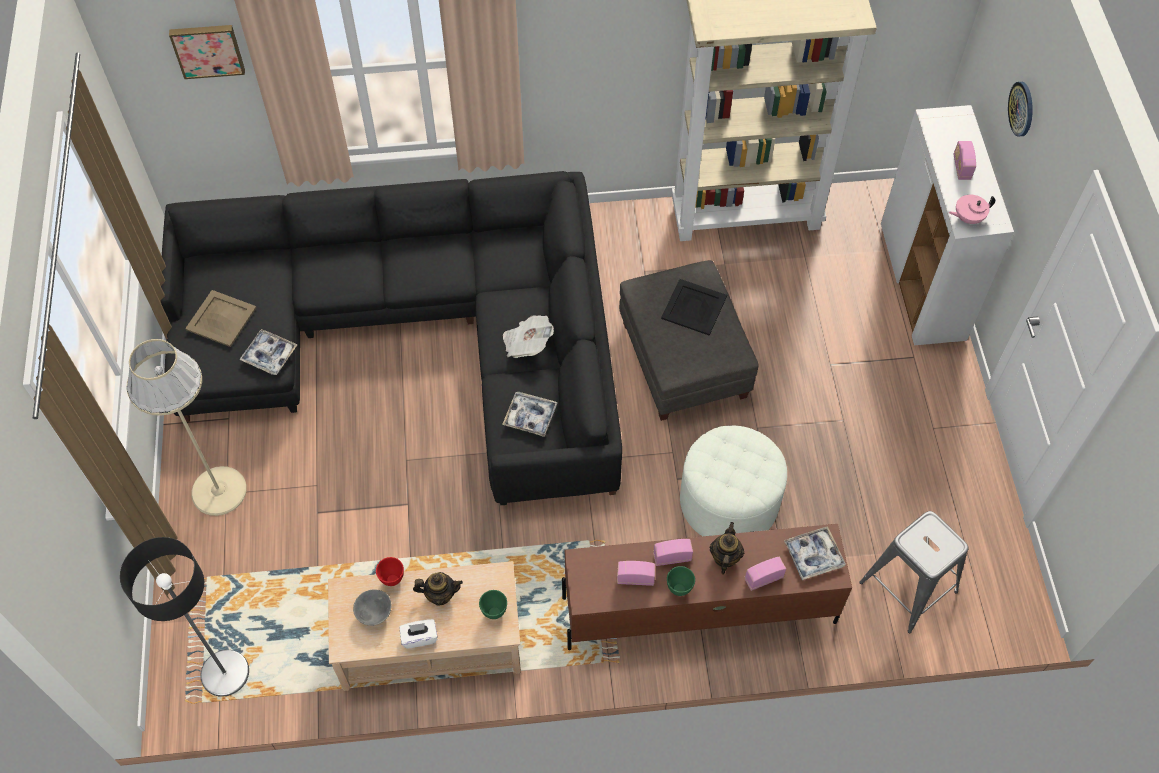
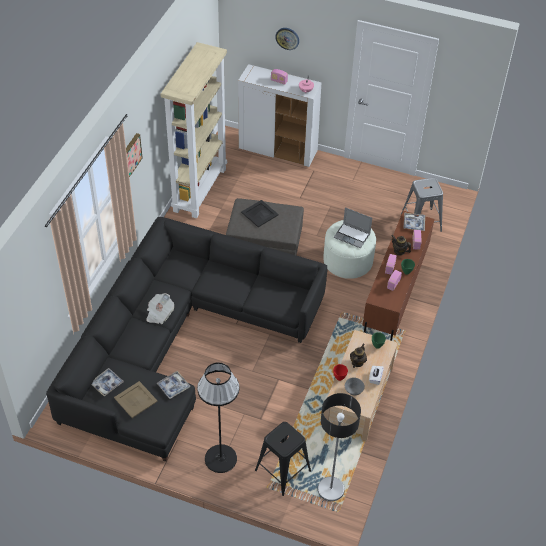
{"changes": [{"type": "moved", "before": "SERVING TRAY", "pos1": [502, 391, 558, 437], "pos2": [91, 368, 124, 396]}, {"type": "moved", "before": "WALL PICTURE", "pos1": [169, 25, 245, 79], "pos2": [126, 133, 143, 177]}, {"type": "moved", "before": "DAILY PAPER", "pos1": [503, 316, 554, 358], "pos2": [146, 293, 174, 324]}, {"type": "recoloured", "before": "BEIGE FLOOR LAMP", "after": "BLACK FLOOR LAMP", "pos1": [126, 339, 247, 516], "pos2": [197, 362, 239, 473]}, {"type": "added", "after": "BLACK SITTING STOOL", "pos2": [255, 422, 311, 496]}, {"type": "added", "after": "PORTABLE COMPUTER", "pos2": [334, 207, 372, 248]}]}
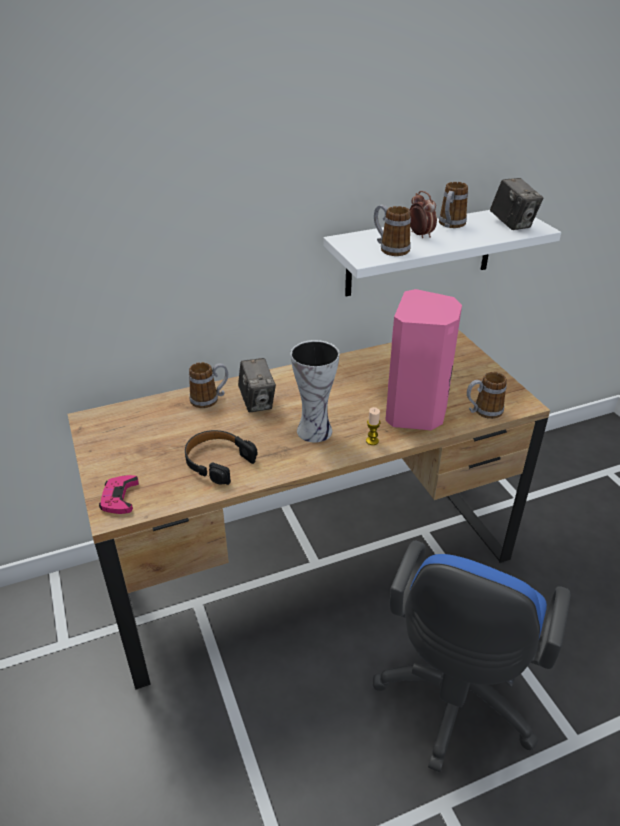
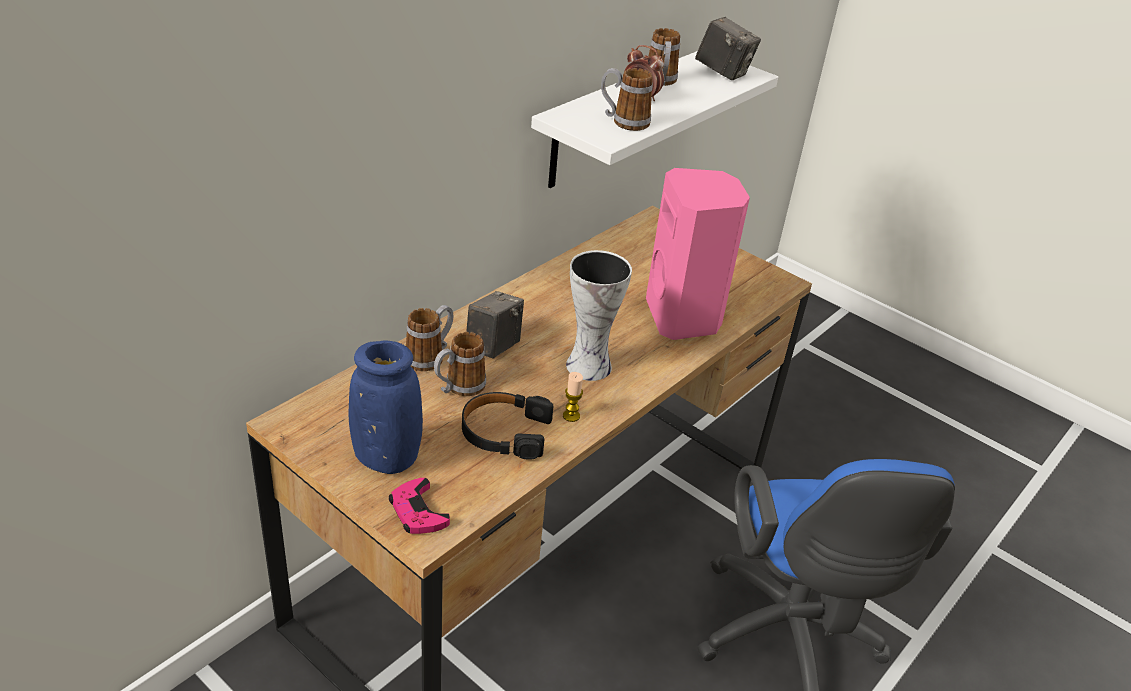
{"changes": [{"type": "added", "after": "BLUE-COLOURED DECORATIVE VASE", "pos2": [349, 341, 423, 474]}, {"type": "moved", "before": "COFFEE MUG", "pos1": [467, 372, 507, 419], "pos2": [434, 332, 486, 396]}, {"type": "turned", "before": "STILL CAMERA", "pos1": [238, 358, 276, 413], "pos2": [466, 291, 524, 358], "turn": -105}, {"type": "moved", "before": "WAX LIGHT", "pos1": [366, 407, 380, 445], "pos2": [563, 372, 583, 422]}]}
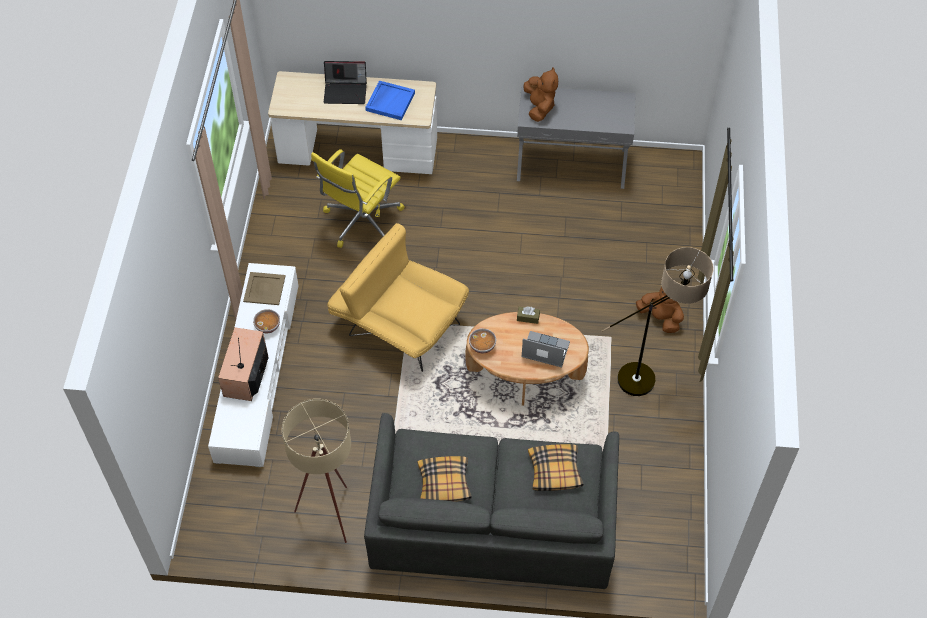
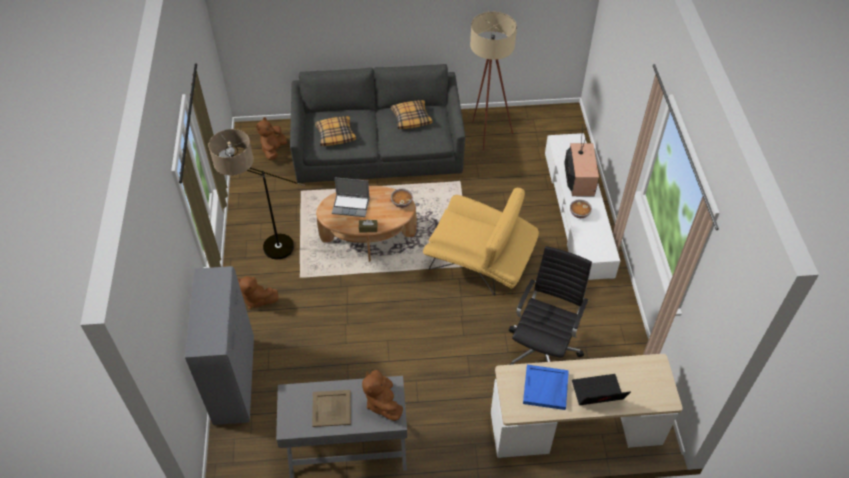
{"changes": [{"type": "added", "after": "GREYISH STORAGE CABINET", "pos2": [185, 266, 254, 425]}, {"type": "added", "after": "BROWN-COLOURED SOFT TOY", "pos2": [256, 117, 287, 160]}, {"type": "moved", "before": "BEIGE SERVING TRAY", "pos1": [243, 272, 285, 305], "pos2": [312, 390, 351, 427]}, {"type": "recoloured", "before": "YELLOW-COLOURED COMPUTER CHAIR", "after": "BLACK COMPUTER CHAIR", "pos1": [311, 149, 405, 248], "pos2": [509, 246, 592, 365]}]}
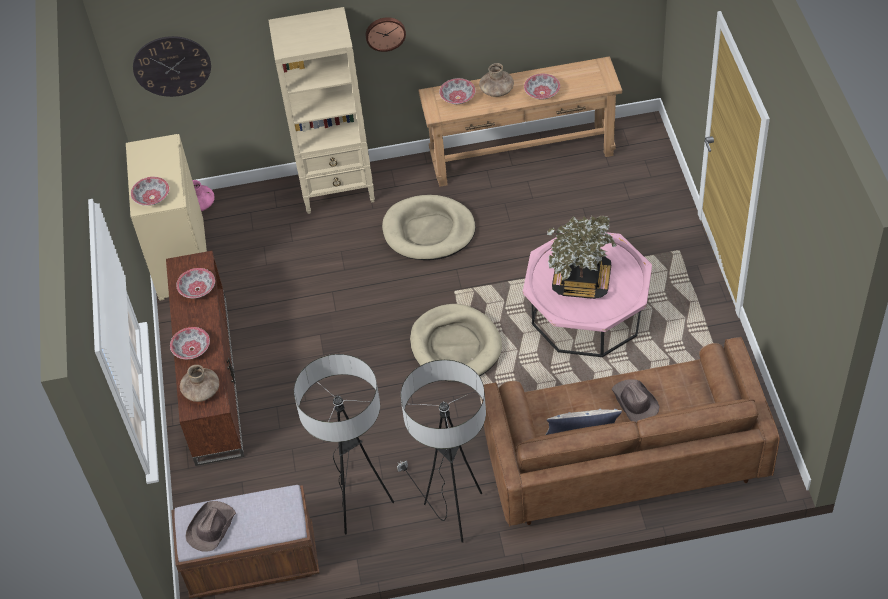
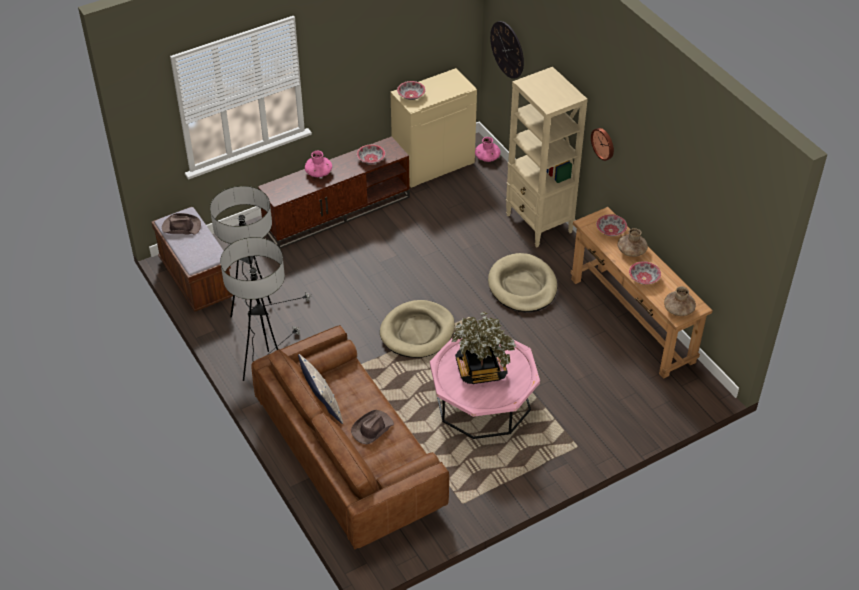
{"changes": [{"type": "replaced", "before": "SERVING BOWL", "after": "PINK DECORATIVE VASE", "pos1": [170, 327, 210, 359], "pos2": [305, 151, 332, 177]}, {"type": "moved", "before": "BROWN-COLOURED DECORATIVE VASE", "pos1": [180, 365, 219, 402], "pos2": [664, 286, 696, 316]}]}
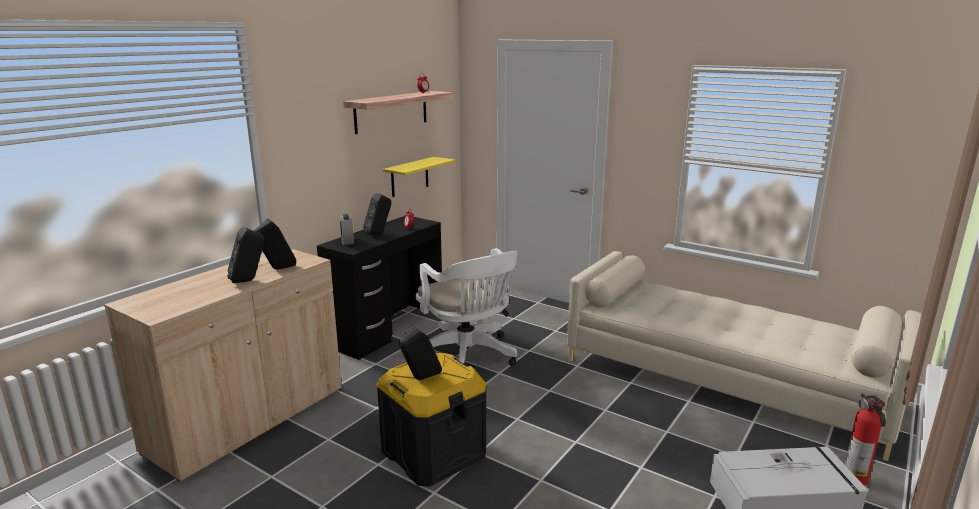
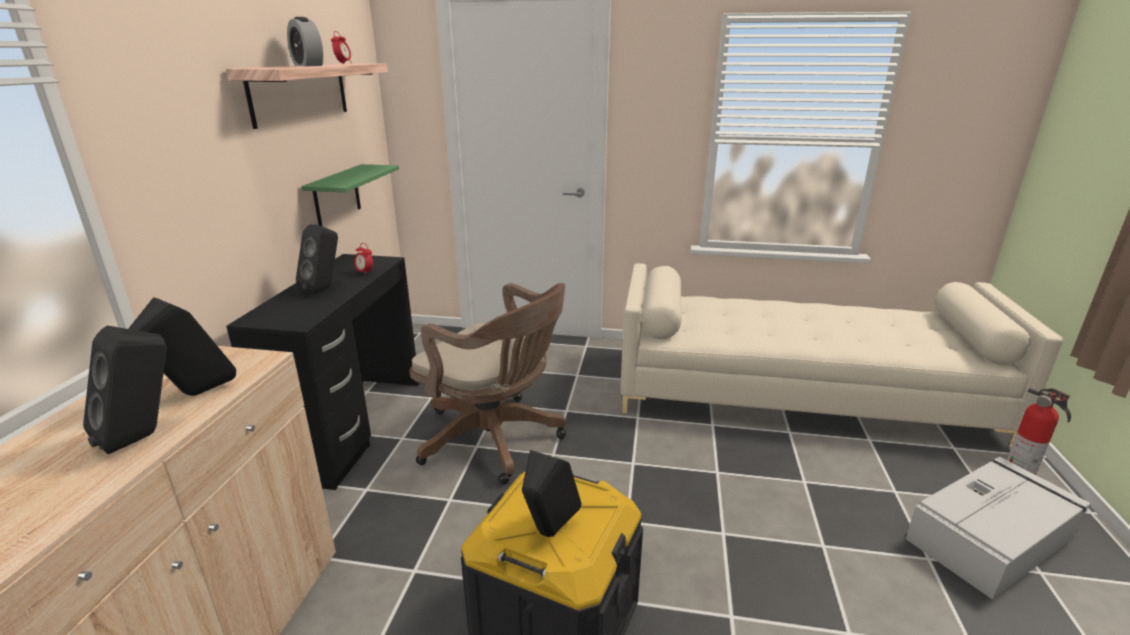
{"changes": [{"type": "moved", "before": "ALARM CLOCK", "pos1": [340, 214, 354, 245], "pos2": [287, 17, 323, 66]}, {"type": "recoloured", "before": "YELLOW-COLOURED WALL SHELF", "after": "GREEN-COLOURED WALL SHELF", "pos1": [383, 157, 456, 197], "pos2": [301, 164, 399, 227]}, {"type": "recoloured", "before": "WHITE-COLOURED COMPUTER CHAIR", "after": "BROWN-COLOURED COMPUTER CHAIR", "pos1": [416, 248, 518, 366], "pos2": [409, 283, 566, 485]}]}
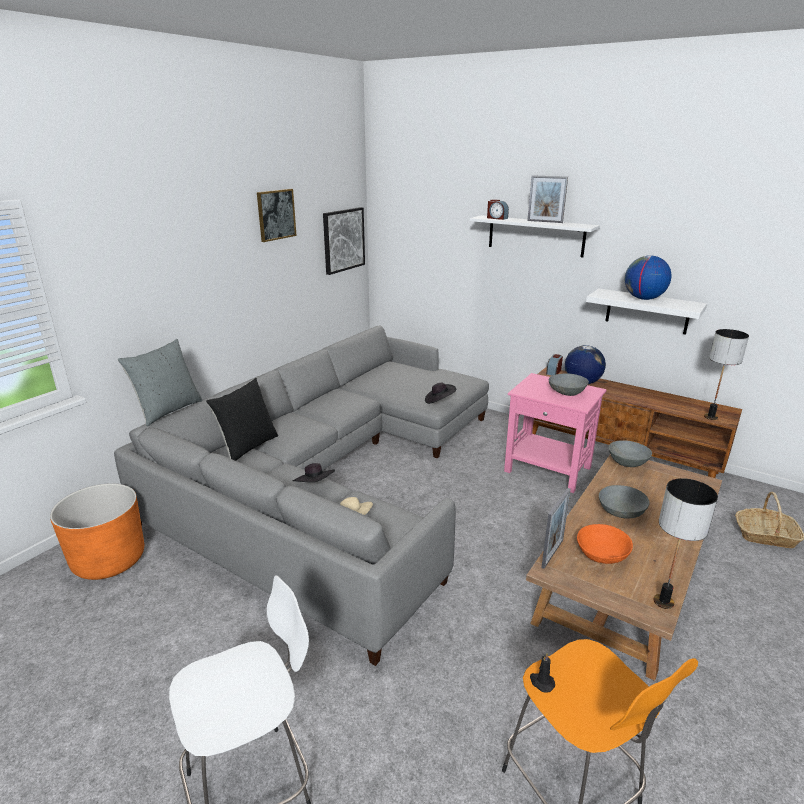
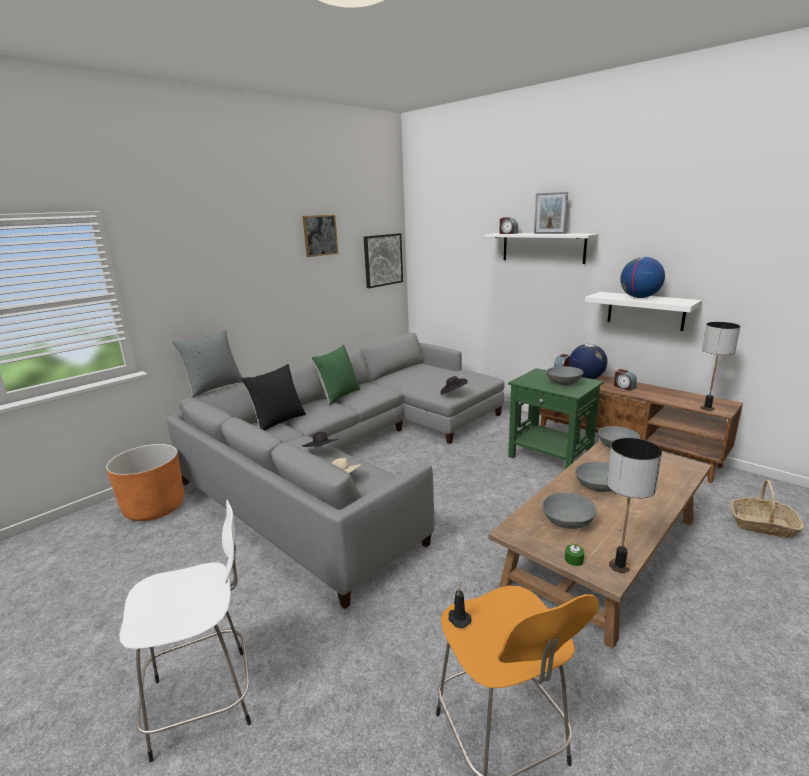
{"changes": [{"type": "added", "after": "GREEN-COLOURED CUSHION", "pos2": [311, 345, 360, 405]}, {"type": "recoloured", "before": "PINK ACCENT TABLE", "after": "GREEN-COLOURED ACCENT TABLE", "pos1": [504, 373, 607, 493], "pos2": [508, 368, 604, 469]}, {"type": "recoloured", "before": "ORANGEY SERVING BOWL", "after": "GREYISH SERVING BOWL", "pos1": [577, 524, 633, 564], "pos2": [542, 493, 597, 529]}, {"type": "added", "after": "GREEN-COLOURED WAX LIGHT", "pos2": [565, 542, 585, 566]}, {"type": "added", "after": "ALARM CLOCK", "pos2": [614, 369, 637, 391]}, {"type": "removed", "before": "PICTURE FRAME", "pos1": [541, 488, 571, 569]}]}
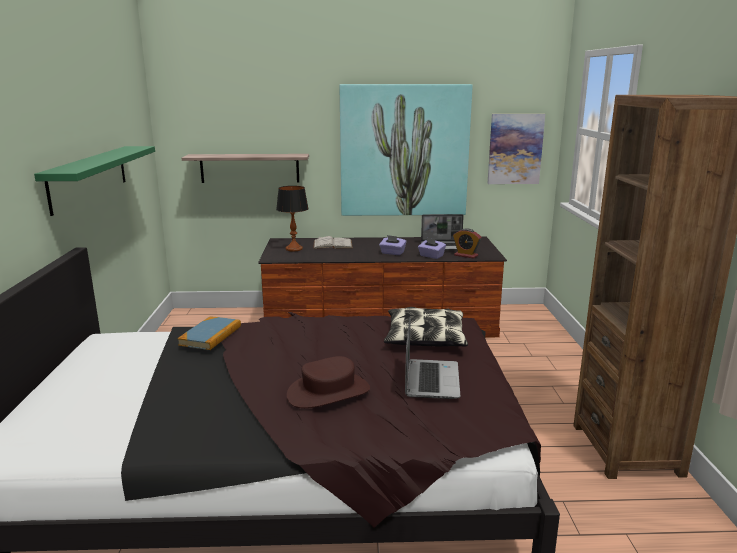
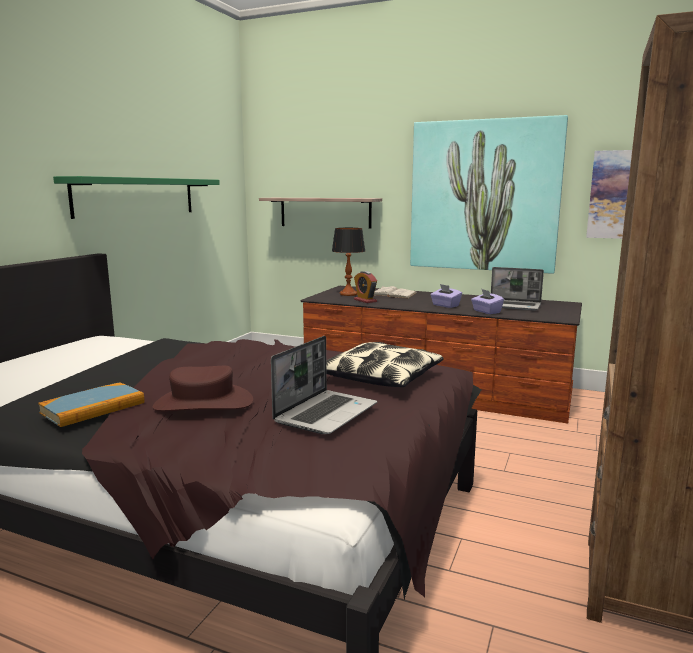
{"changes": [{"type": "moved", "before": "BOUND BOOK", "pos1": [177, 316, 241, 350], "pos2": [38, 382, 144, 427]}, {"type": "moved", "before": "ALARM CLOCK", "pos1": [453, 228, 481, 259], "pos2": [354, 271, 377, 303]}]}
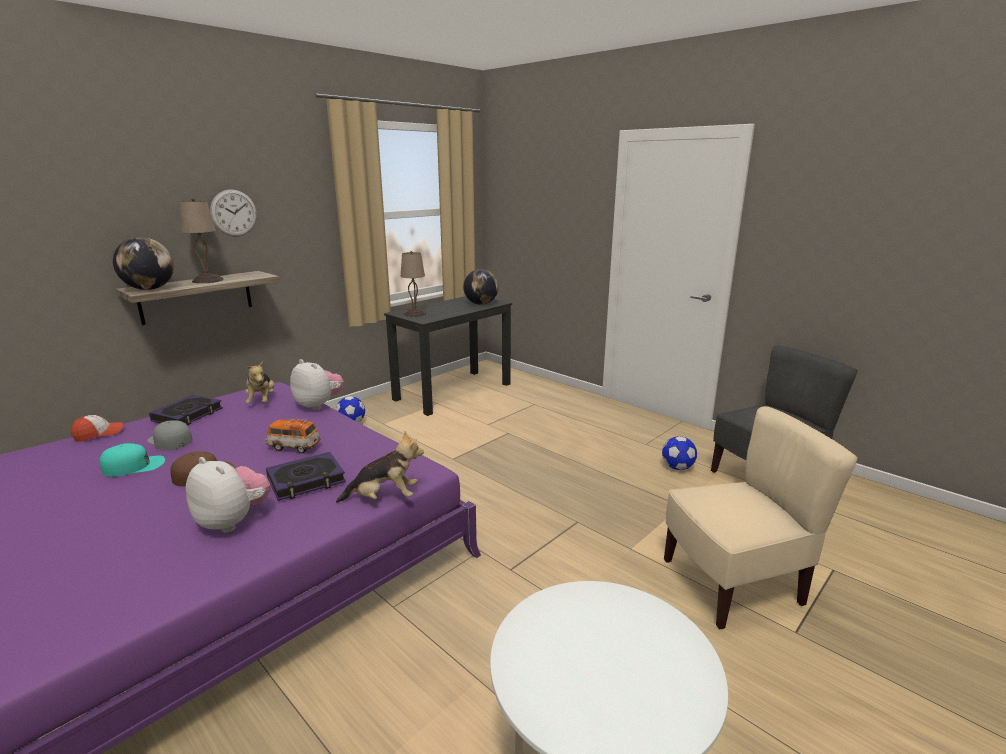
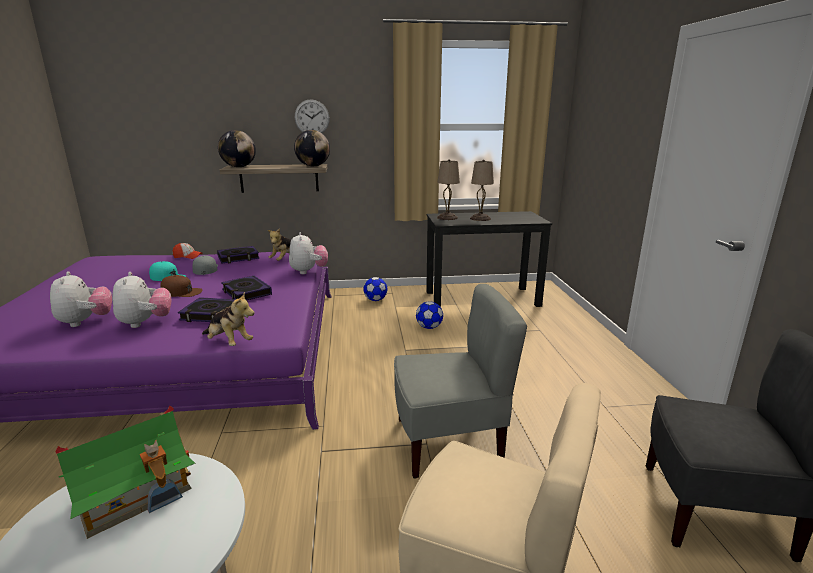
{"changes": [{"type": "added", "after": "SOFT TOY", "pos2": [50, 271, 112, 327]}, {"type": "added", "after": "MINIATURE HOUSE", "pos2": [55, 405, 195, 539]}, {"type": "replaced", "before": "MINIATURE CAR", "after": "BOUND BOOK", "pos1": [266, 419, 321, 453], "pos2": [221, 275, 272, 301]}, {"type": "moved", "before": "DESK GLOBE", "pos1": [463, 269, 498, 305], "pos2": [294, 130, 330, 166]}, {"type": "added", "after": "GREYISH UPRIGHT CHAIR", "pos2": [394, 284, 527, 479]}, {"type": "moved", "before": "FOOTBALL", "pos1": [662, 436, 697, 470], "pos2": [416, 301, 443, 329]}, {"type": "moved", "before": "BEIGE TABLETOP LAMP", "pos1": [180, 198, 224, 283], "pos2": [470, 160, 494, 221]}]}
